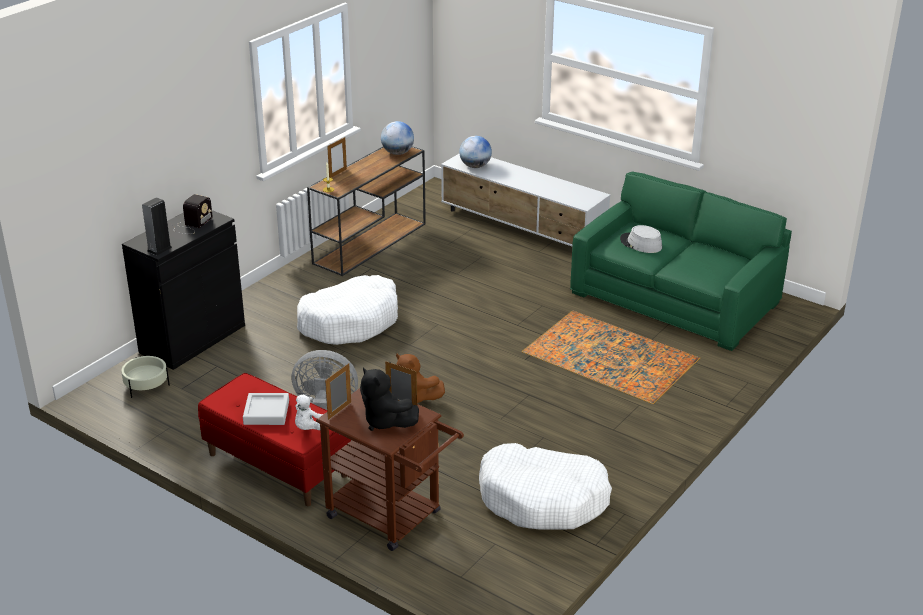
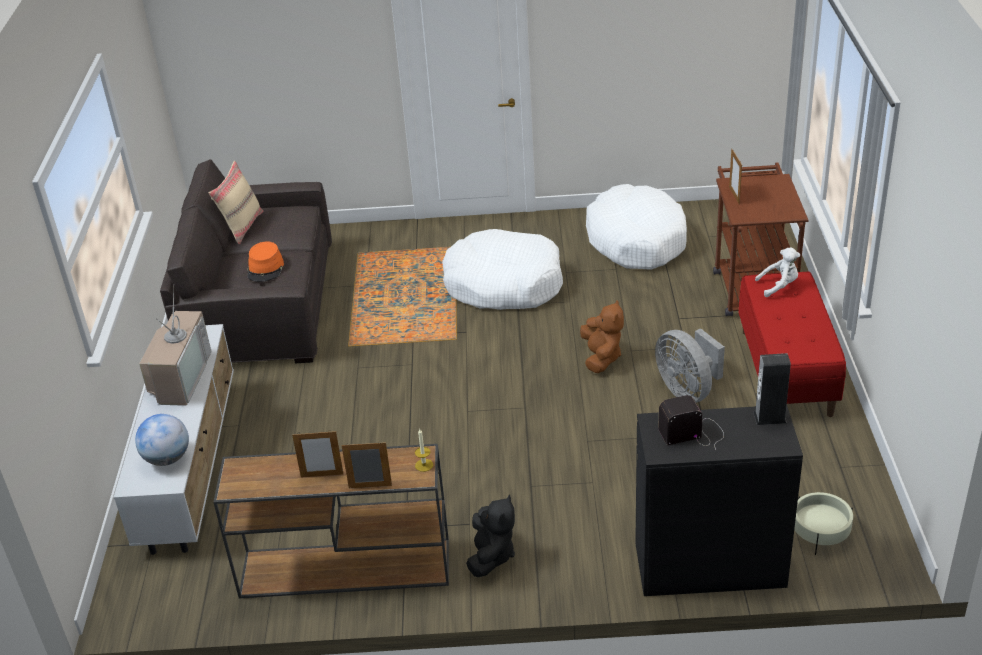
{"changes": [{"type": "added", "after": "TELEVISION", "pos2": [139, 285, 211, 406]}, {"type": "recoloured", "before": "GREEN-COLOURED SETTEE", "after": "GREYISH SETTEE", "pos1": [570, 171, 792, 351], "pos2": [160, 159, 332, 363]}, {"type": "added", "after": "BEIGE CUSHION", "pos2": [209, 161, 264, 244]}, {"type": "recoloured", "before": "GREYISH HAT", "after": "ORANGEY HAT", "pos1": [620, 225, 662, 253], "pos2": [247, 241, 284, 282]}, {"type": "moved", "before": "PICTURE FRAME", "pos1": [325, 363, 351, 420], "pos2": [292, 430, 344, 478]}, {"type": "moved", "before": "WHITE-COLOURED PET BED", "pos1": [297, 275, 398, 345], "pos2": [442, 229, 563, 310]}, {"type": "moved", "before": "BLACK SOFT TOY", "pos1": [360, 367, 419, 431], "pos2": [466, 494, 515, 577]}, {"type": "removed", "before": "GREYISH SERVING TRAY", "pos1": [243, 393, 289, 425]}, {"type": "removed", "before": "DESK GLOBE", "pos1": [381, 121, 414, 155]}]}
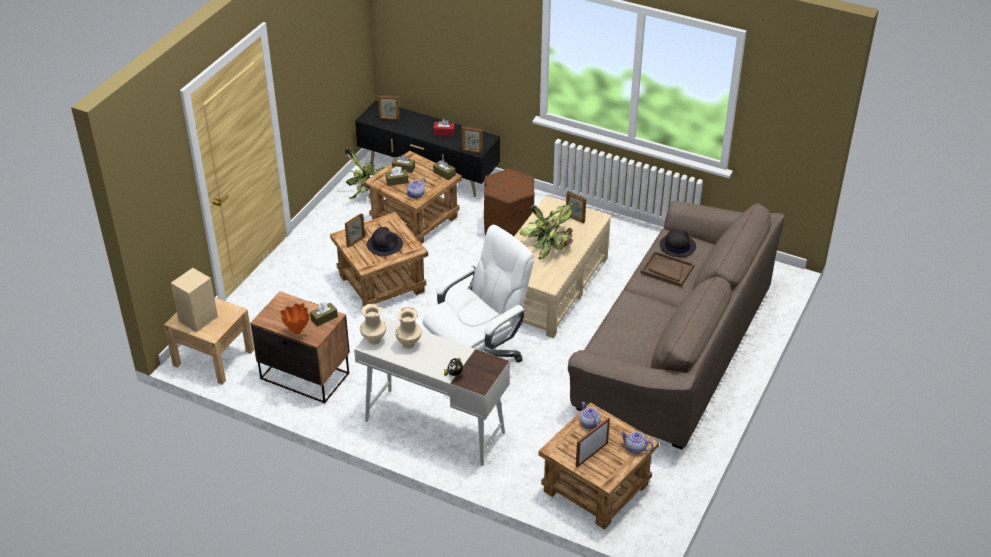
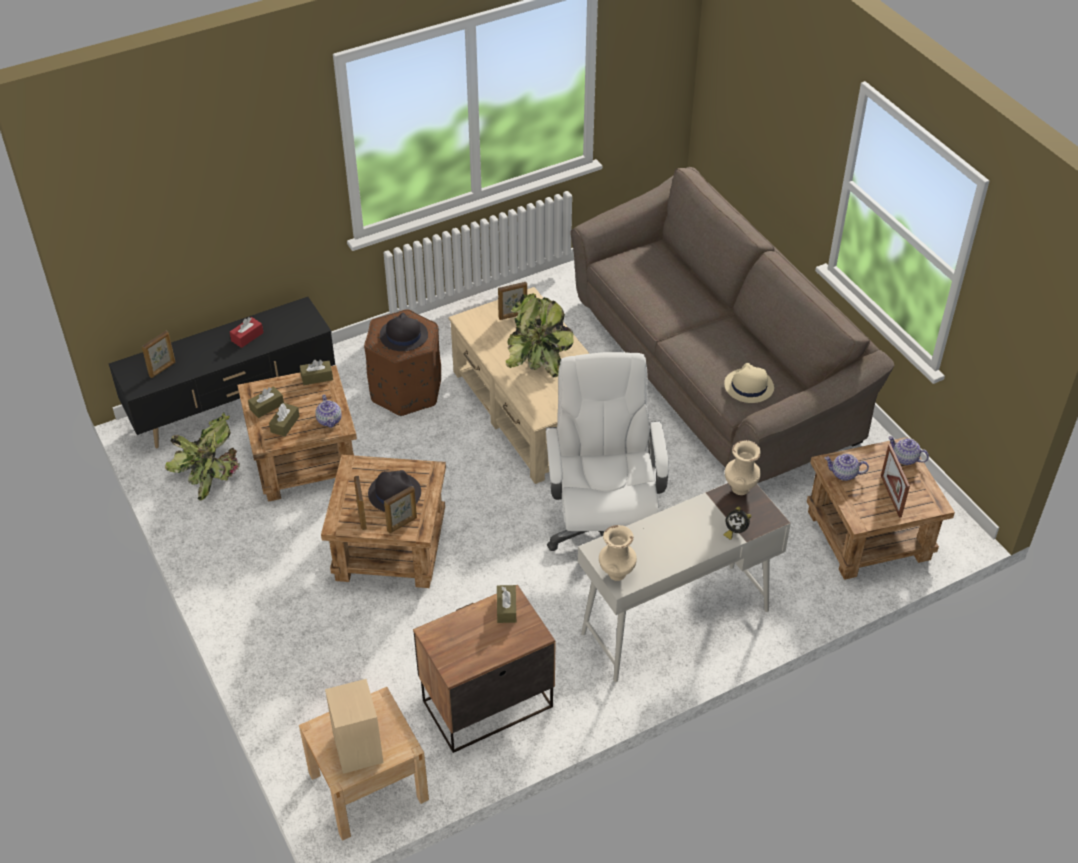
{"changes": [{"type": "moved", "before": "BLACK HAT", "pos1": [660, 229, 696, 257], "pos2": [380, 313, 428, 351]}, {"type": "moved", "before": "PICTURE FRAME", "pos1": [462, 126, 482, 154], "pos2": [384, 486, 417, 533]}, {"type": "added", "after": "BEIGE HAT", "pos2": [724, 363, 774, 403]}, {"type": "moved", "before": "BEIGE DECORATIVE VASE", "pos1": [395, 307, 422, 349], "pos2": [725, 440, 761, 495]}, {"type": "turned", "before": "TEAPOT", "pos1": [620, 431, 654, 454], "pos2": [888, 436, 929, 465], "turn": 60}, {"type": "removed", "before": "ORANGEY DECORATIVE VASE", "pos1": [280, 303, 310, 335]}, {"type": "removed", "before": "BROWN-COLOURED SERVING TRAY", "pos1": [640, 251, 695, 287]}]}
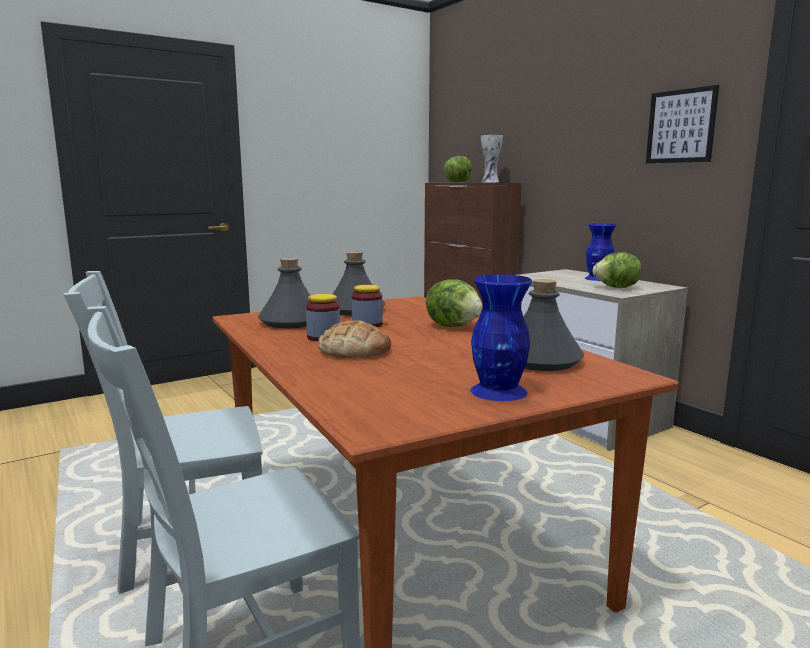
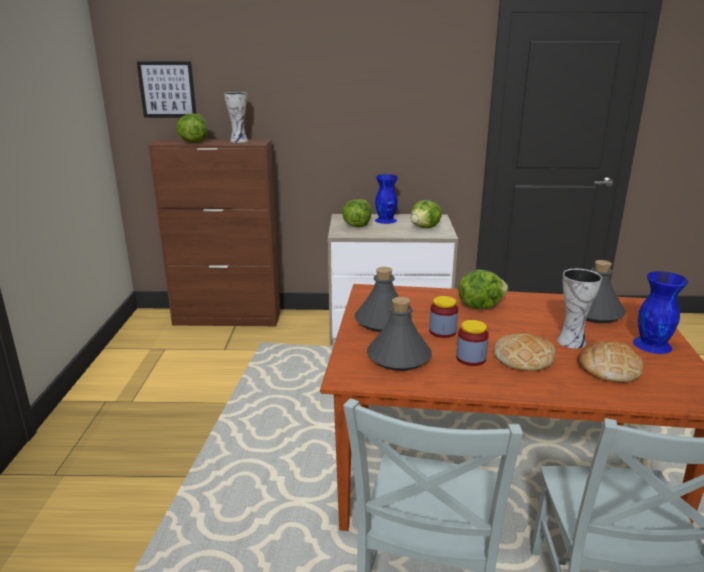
{"changes": [{"type": "moved", "before": "WALL PICTURE", "pos1": [646, 85, 719, 163], "pos2": [137, 61, 196, 118]}, {"type": "added", "after": "LETTUCE", "pos2": [342, 199, 371, 227]}, {"type": "added", "after": "DECORATIVE VASE", "pos2": [557, 269, 602, 349]}, {"type": "added", "after": "BAKERY BREAD", "pos2": [577, 341, 643, 382]}]}
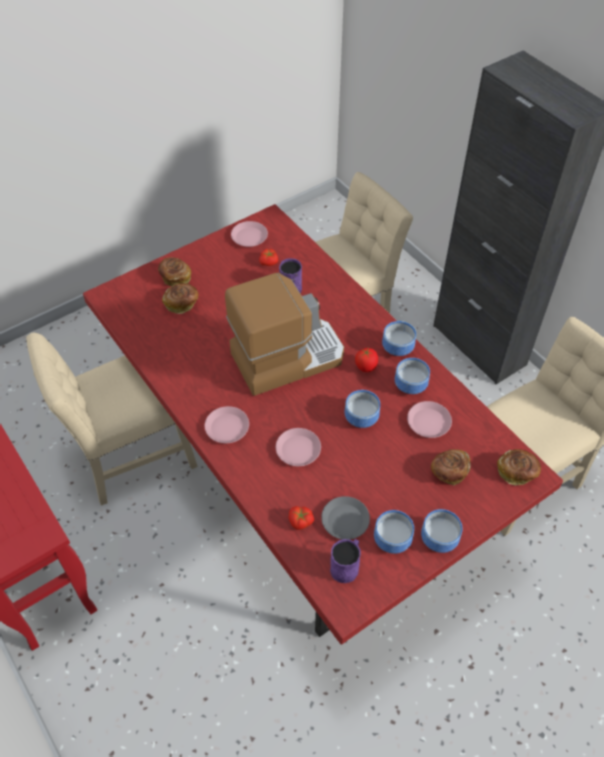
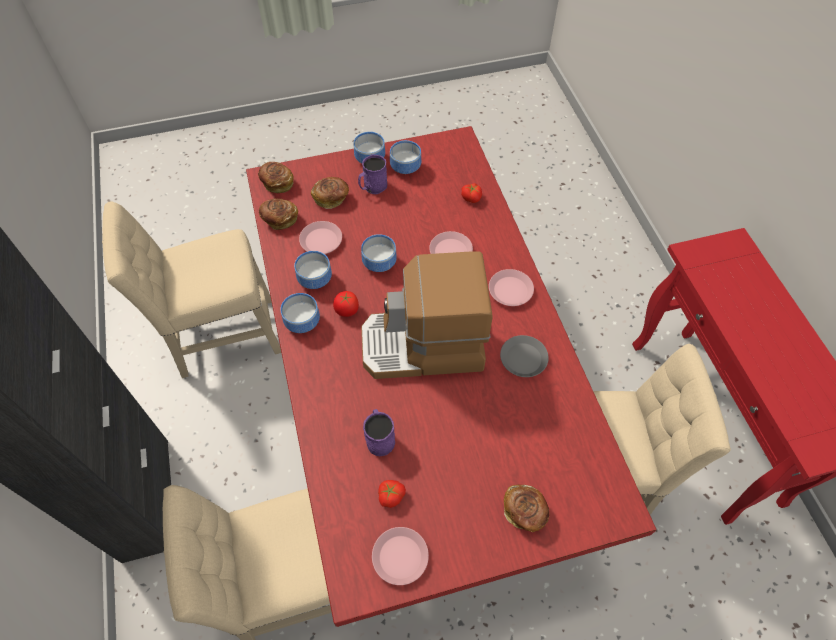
{"changes": [{"type": "moved", "before": "BAKERY BREAD", "pos1": [162, 283, 199, 314], "pos2": [259, 199, 298, 230]}, {"type": "moved", "before": "PURPLE COFFEE MUG", "pos1": [330, 539, 361, 583], "pos2": [358, 154, 387, 194]}, {"type": "moved", "before": "GREYISH DINNER PLATE", "pos1": [321, 496, 370, 540], "pos2": [500, 335, 549, 377]}]}
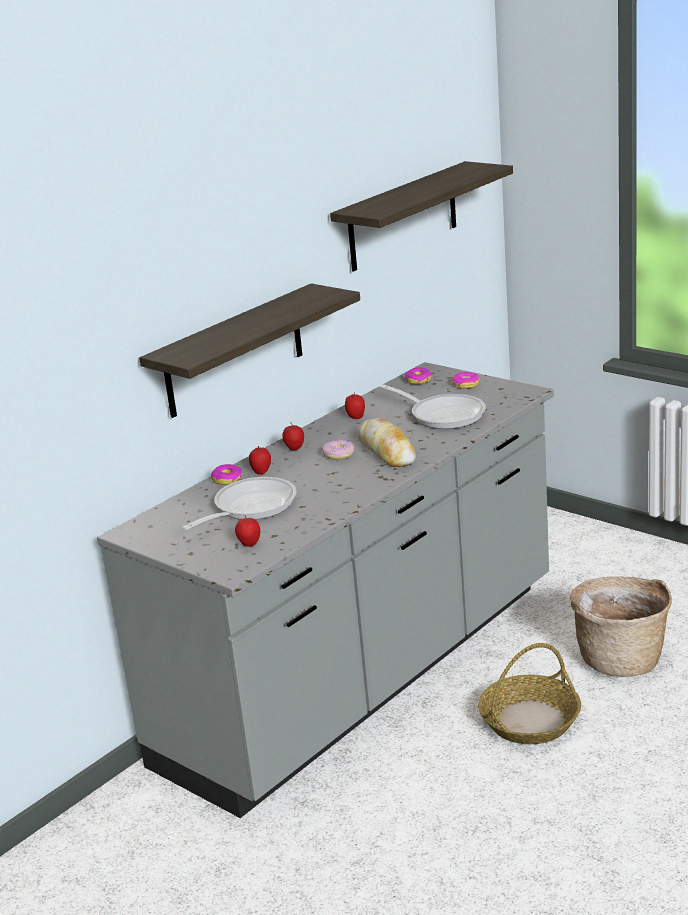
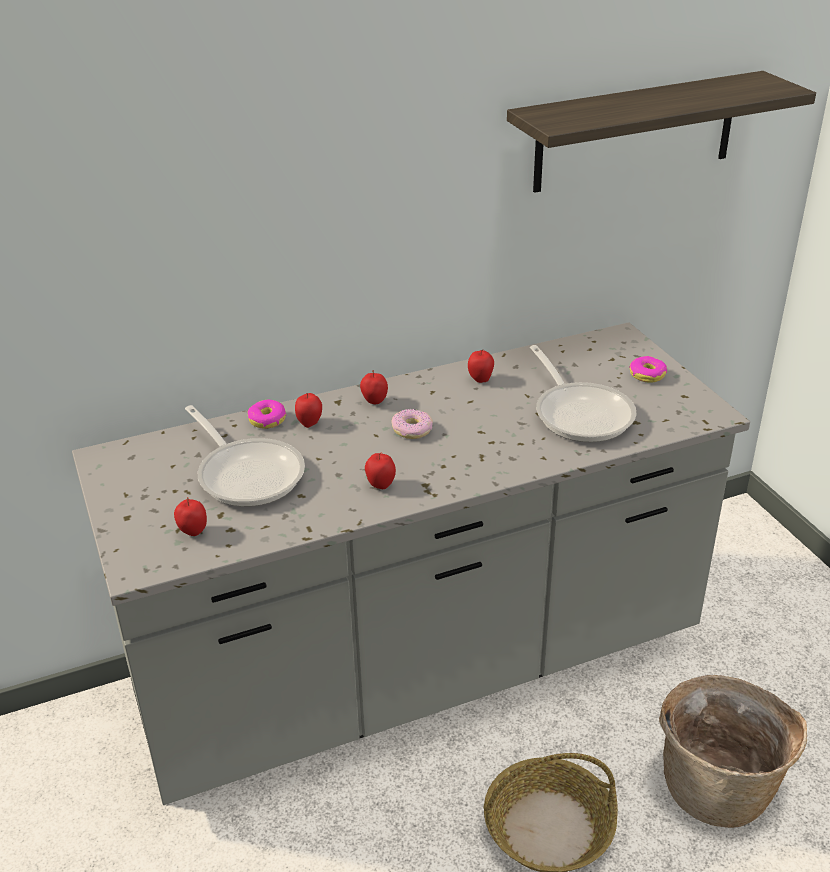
{"changes": [{"type": "turned", "before": "SKILLET", "pos1": [182, 477, 297, 530], "pos2": [185, 405, 305, 507], "turn": 75}, {"type": "added", "after": "APPLE", "pos2": [365, 452, 396, 489]}, {"type": "removed", "before": "WALL SHELF", "pos1": [139, 283, 360, 418]}, {"type": "removed", "before": "BAKERY BREAD", "pos1": [357, 418, 416, 467]}, {"type": "removed", "before": "DONUT", "pos1": [405, 367, 432, 384]}]}
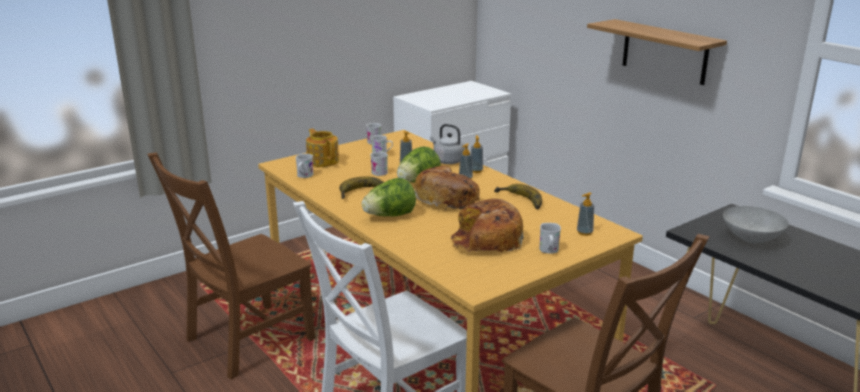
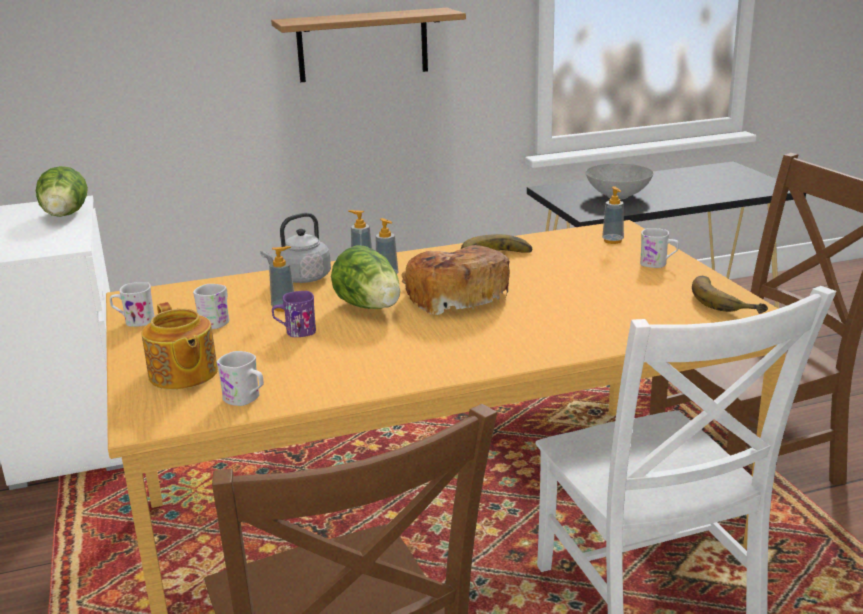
{"changes": [{"type": "moved", "before": "LETTUCE", "pos1": [362, 178, 416, 217], "pos2": [36, 166, 88, 217]}, {"type": "turned", "before": "TEAPOT", "pos1": [306, 128, 339, 167], "pos2": [141, 302, 218, 390], "turn": -105}, {"type": "recoloured", "before": "WHITE-COLOURED COFFEE MUG", "after": "PURPLE COFFEE MUG", "pos1": [370, 152, 388, 176], "pos2": [272, 291, 316, 337]}, {"type": "moved", "before": "BANANA FRUIT", "pos1": [339, 176, 384, 199], "pos2": [692, 276, 768, 314]}, {"type": "removed", "before": "BAKERY BREAD", "pos1": [451, 199, 524, 252]}]}
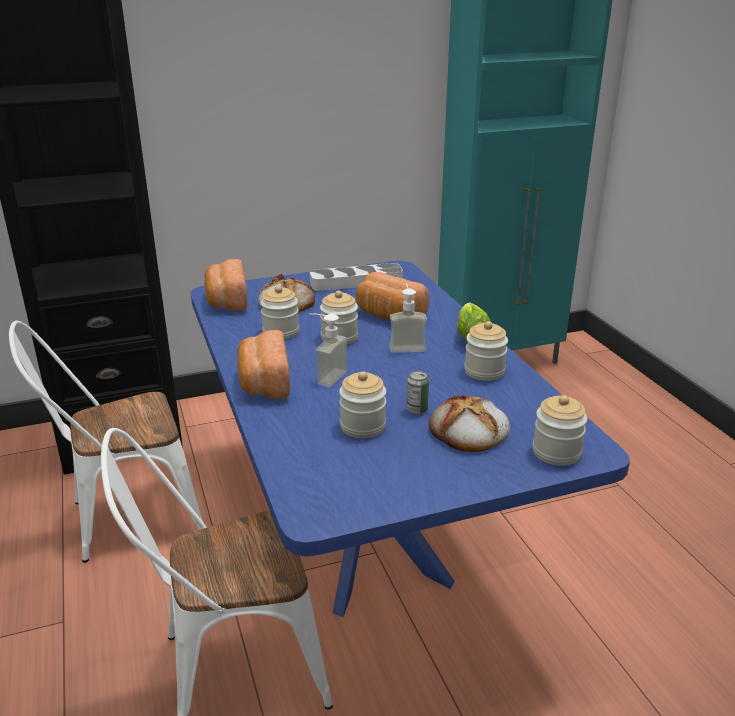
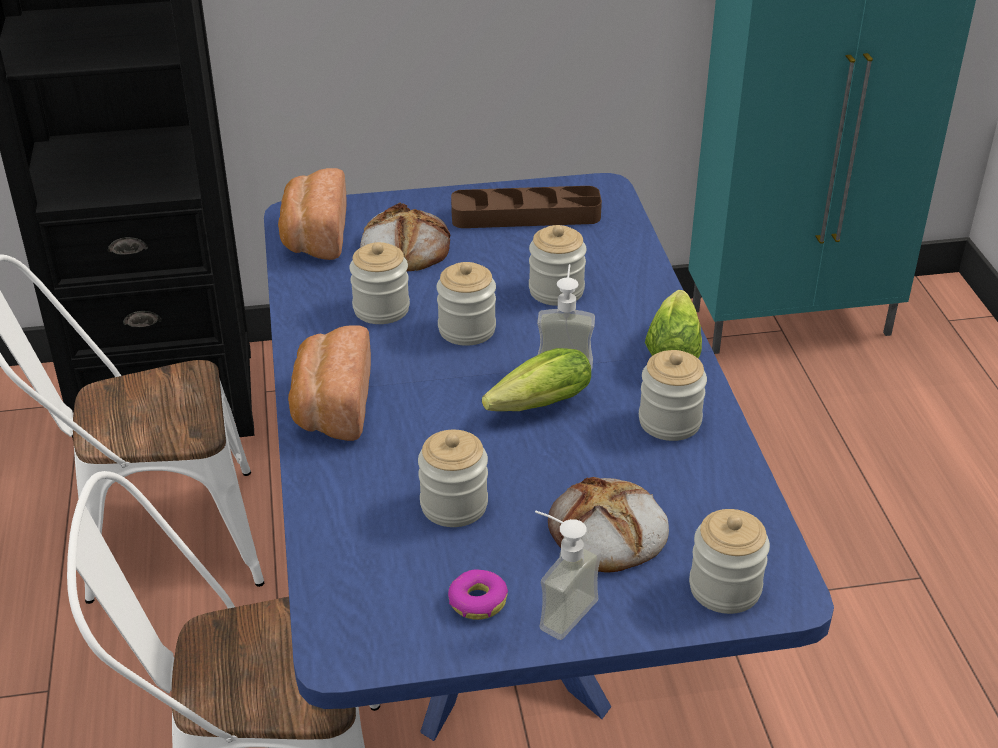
{"changes": [{"type": "added", "after": "DONUT", "pos2": [448, 569, 508, 620]}, {"type": "recoloured", "before": "GREYISH SERVING TRAY", "after": "BROWN-COLOURED SERVING TRAY", "pos1": [310, 263, 403, 291], "pos2": [451, 186, 602, 228]}, {"type": "added", "after": "LETTUCE", "pos2": [482, 348, 591, 411]}, {"type": "replaced", "before": "BAKERY BREAD", "after": "STORAGE JAR", "pos1": [356, 272, 429, 320], "pos2": [529, 225, 587, 306]}, {"type": "moved", "before": "LIQUID SOAP BOTTLE", "pos1": [309, 313, 348, 387], "pos2": [535, 511, 601, 640]}, {"type": "removed", "before": "METAL CAN", "pos1": [407, 371, 429, 414]}]}
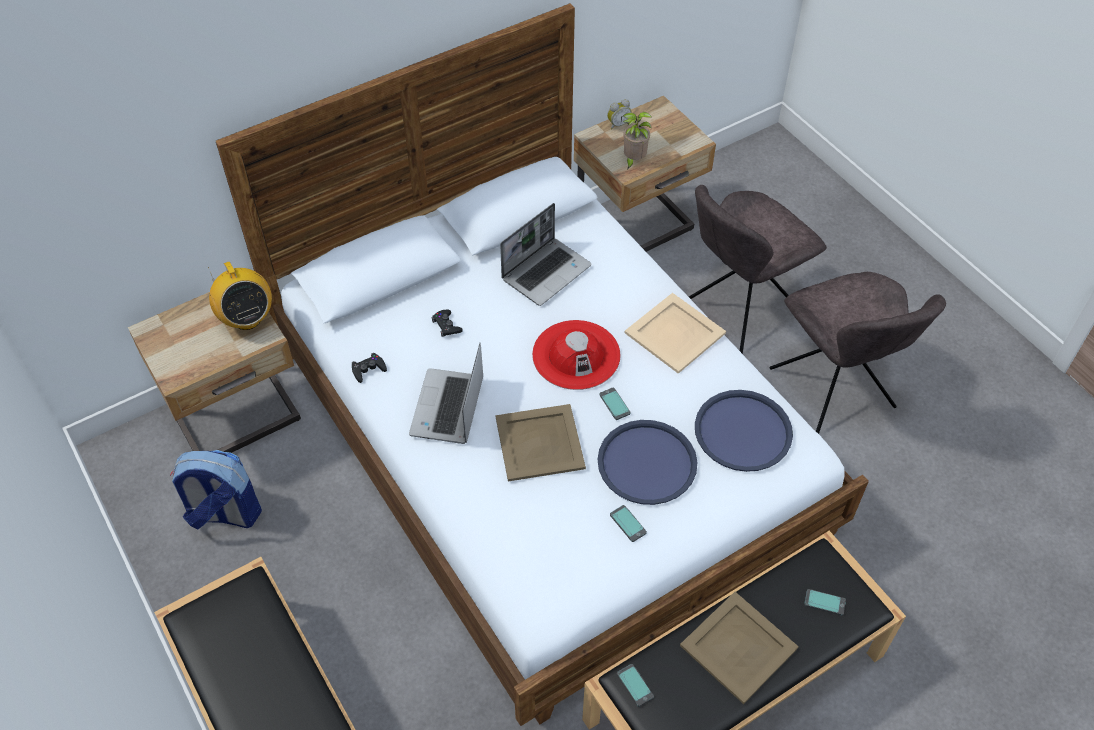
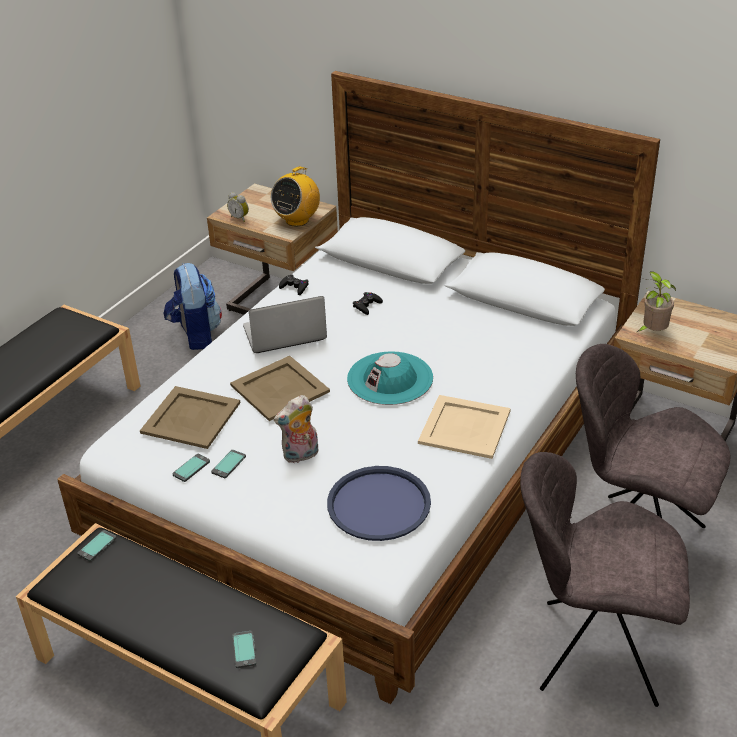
{"changes": [{"type": "moved", "before": "BEIGE SERVING TRAY", "pos1": [680, 592, 799, 704], "pos2": [140, 386, 240, 449]}, {"type": "moved", "before": "HANDSET", "pos1": [599, 387, 631, 420], "pos2": [172, 454, 210, 482]}, {"type": "moved", "before": "ALARM CLOCK", "pos1": [607, 99, 632, 129], "pos2": [227, 192, 249, 222]}, {"type": "replaced", "before": "BLUE-COLOURED SERVING TRAY", "after": "SOFT TOY", "pos1": [598, 420, 698, 505], "pos2": [274, 395, 319, 463]}, {"type": "recoloured", "before": "REDDISH HAT", "after": "BLUE-GREEN HAT", "pos1": [532, 320, 621, 390], "pos2": [347, 351, 433, 405]}, {"type": "turned", "before": "GREYISH UPRIGHT CHAIR", "pos1": [769, 272, 946, 434], "pos2": [520, 452, 690, 707], "turn": 60}, {"type": "removed", "before": "PORTABLE COMPUTER", "pos1": [500, 203, 591, 306]}]}
